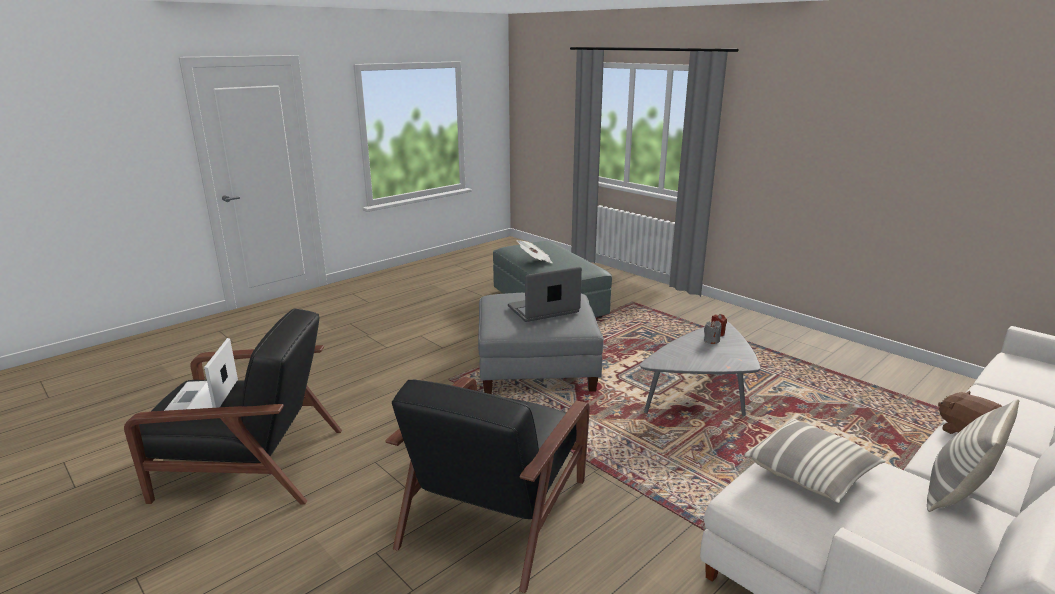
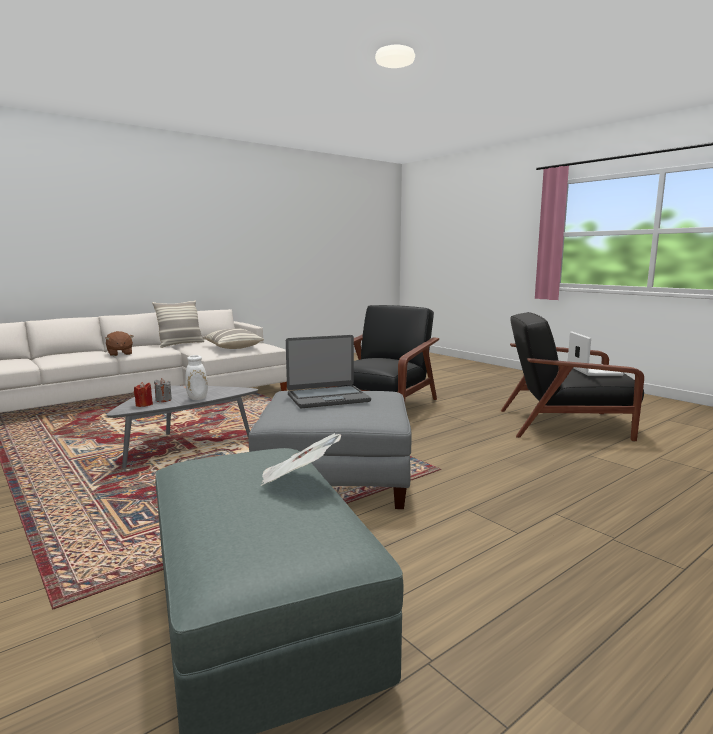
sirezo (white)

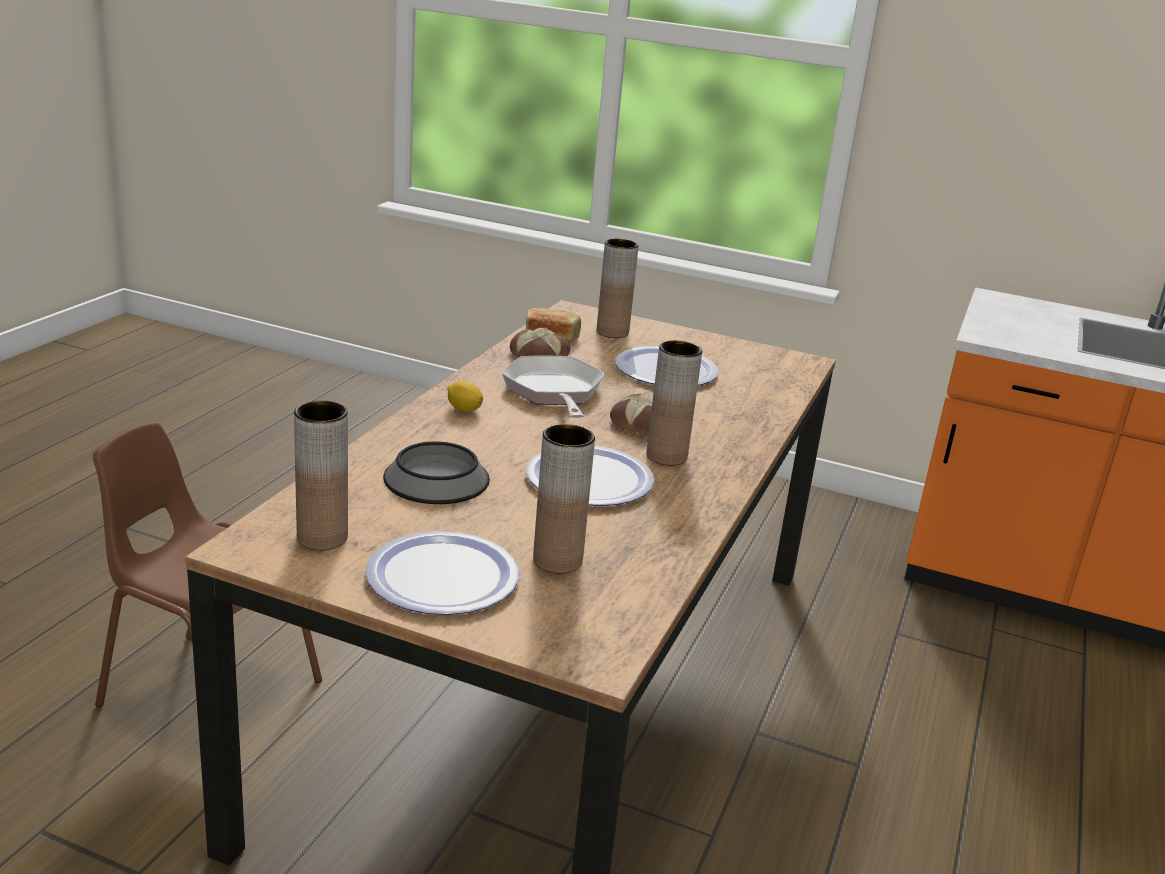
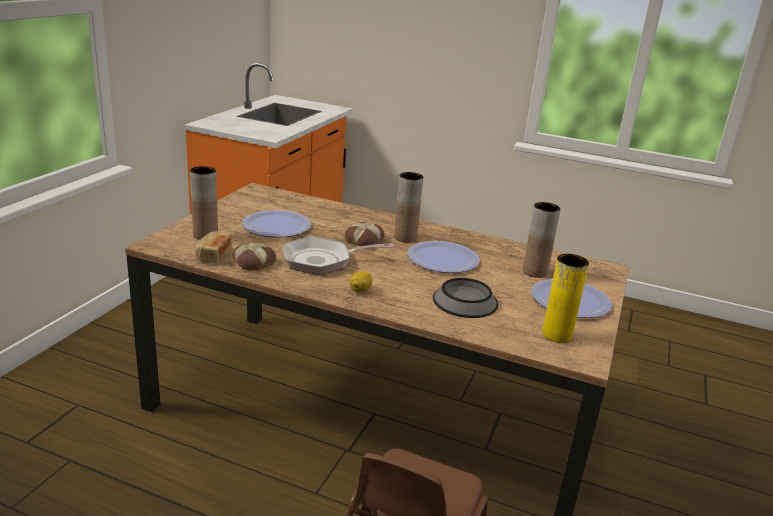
sirezo (yellow)

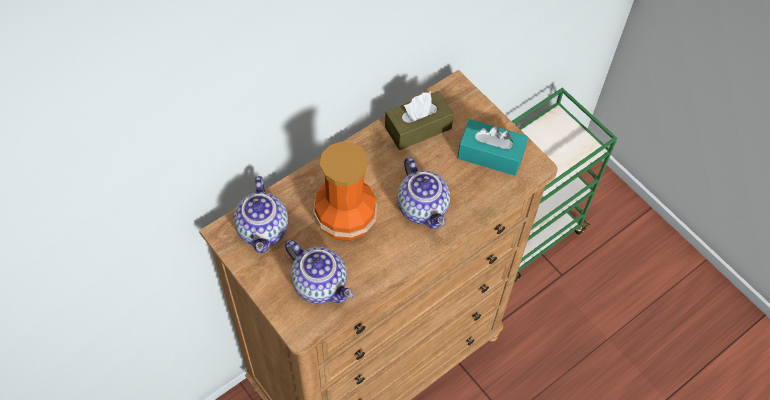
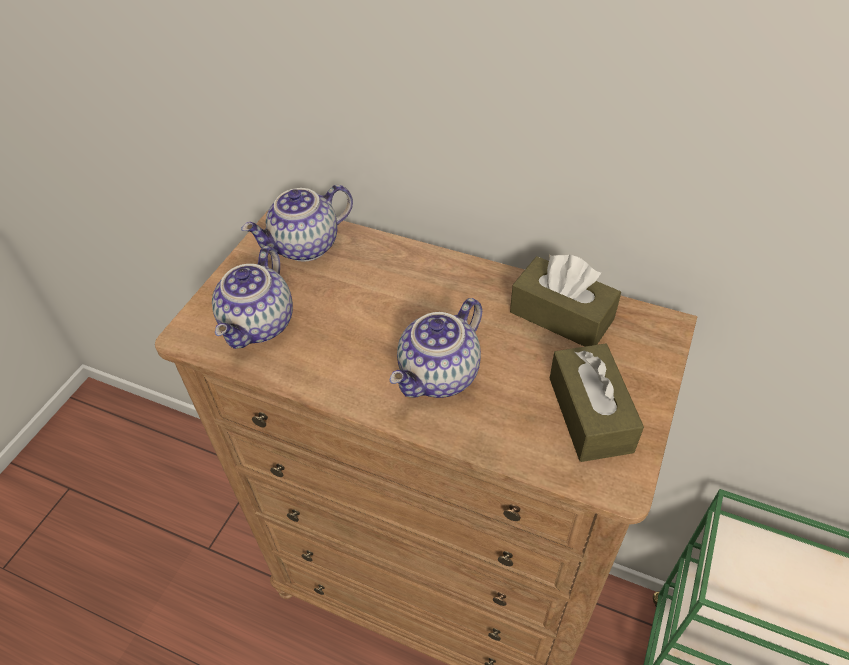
sirezo
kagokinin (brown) (2nd from left)

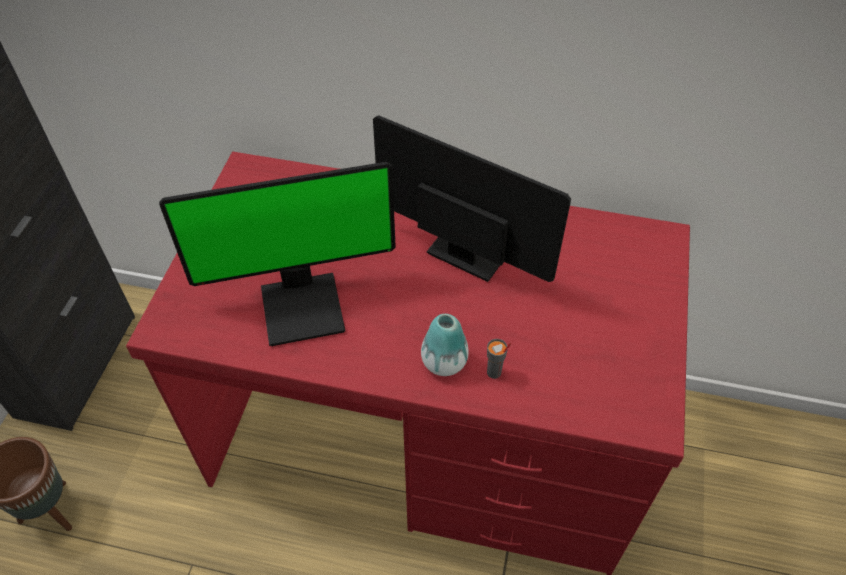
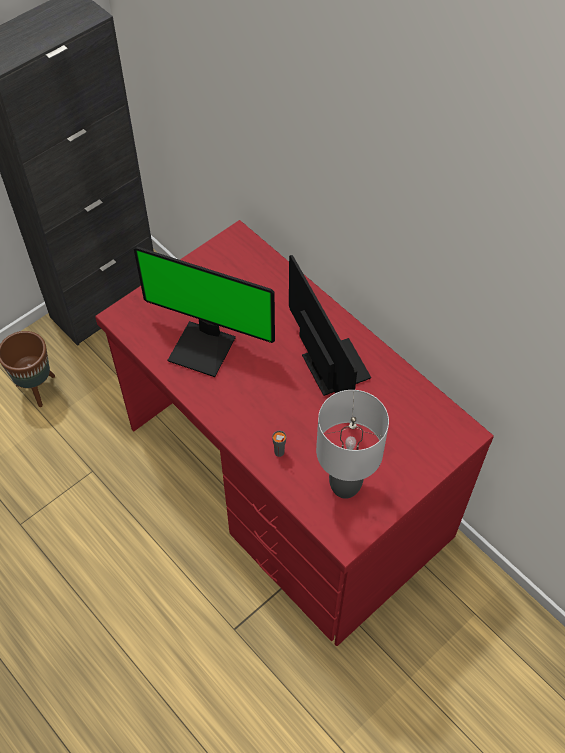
sirezo
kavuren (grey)

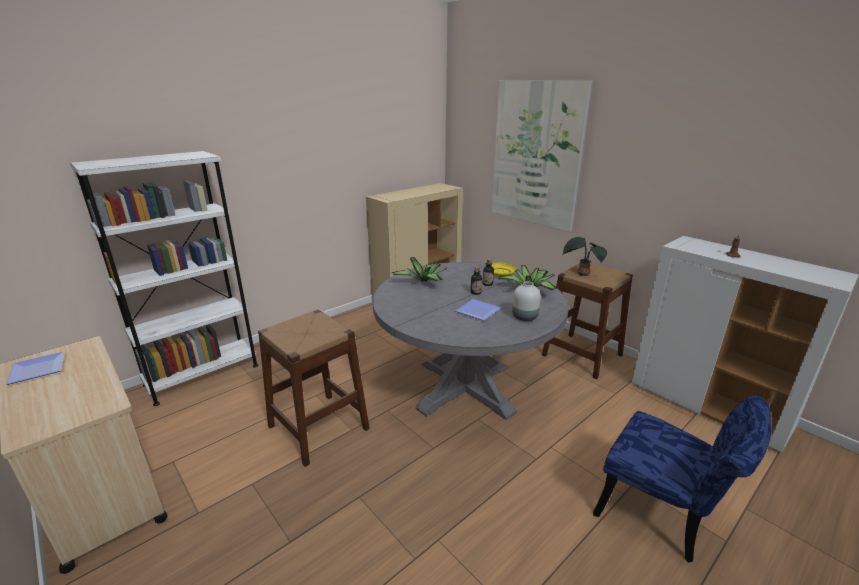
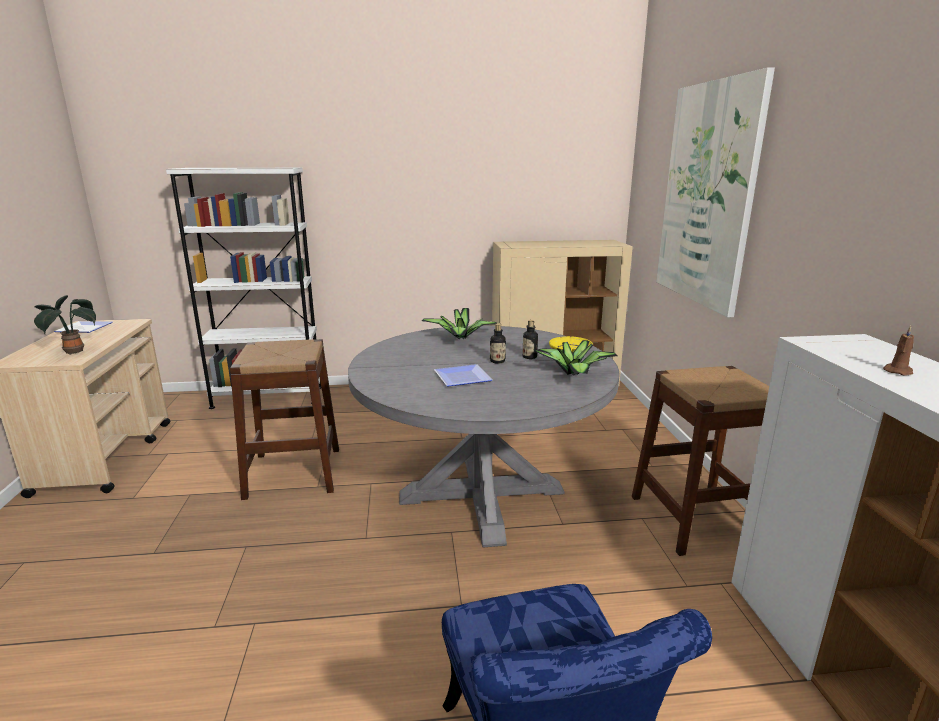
sirezo (white)
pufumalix (1st from left)

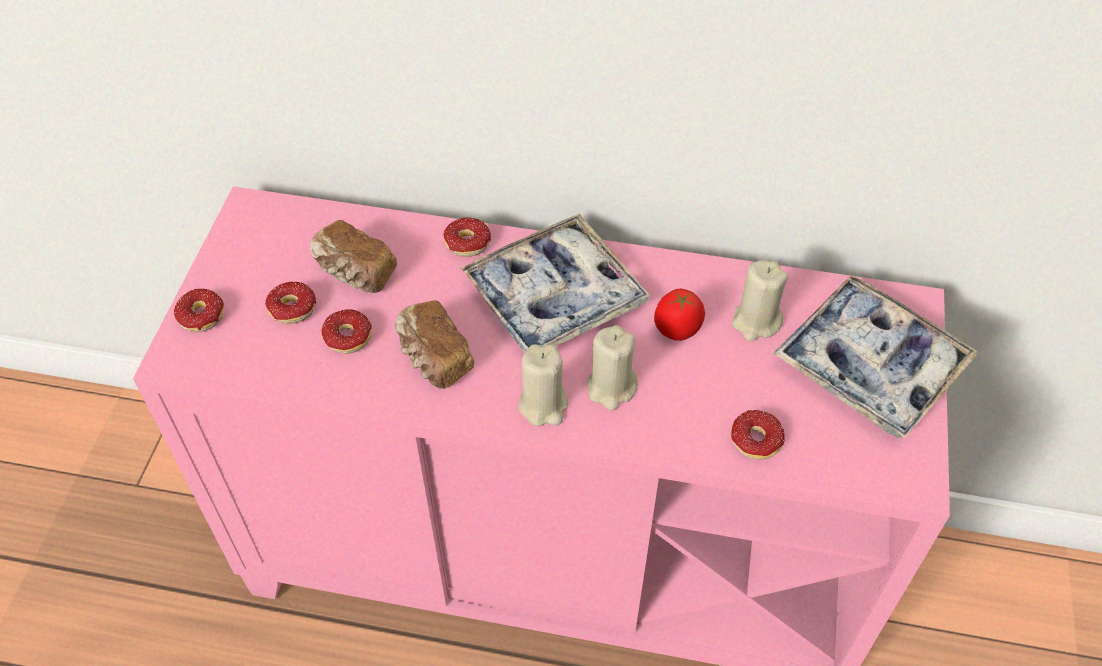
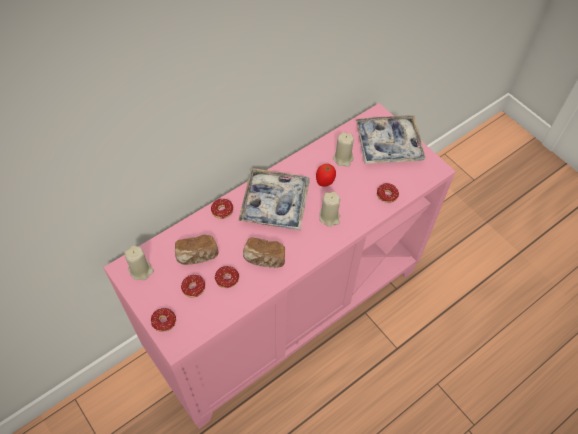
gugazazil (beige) (1st from left)

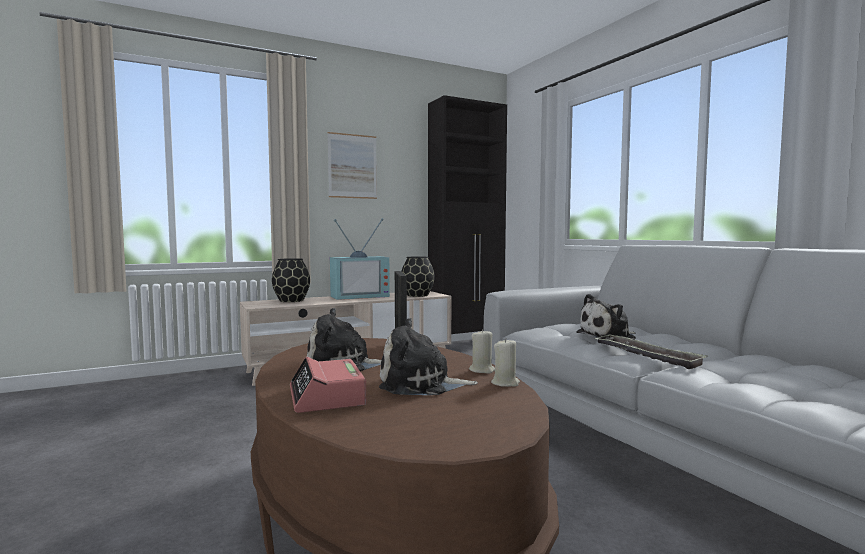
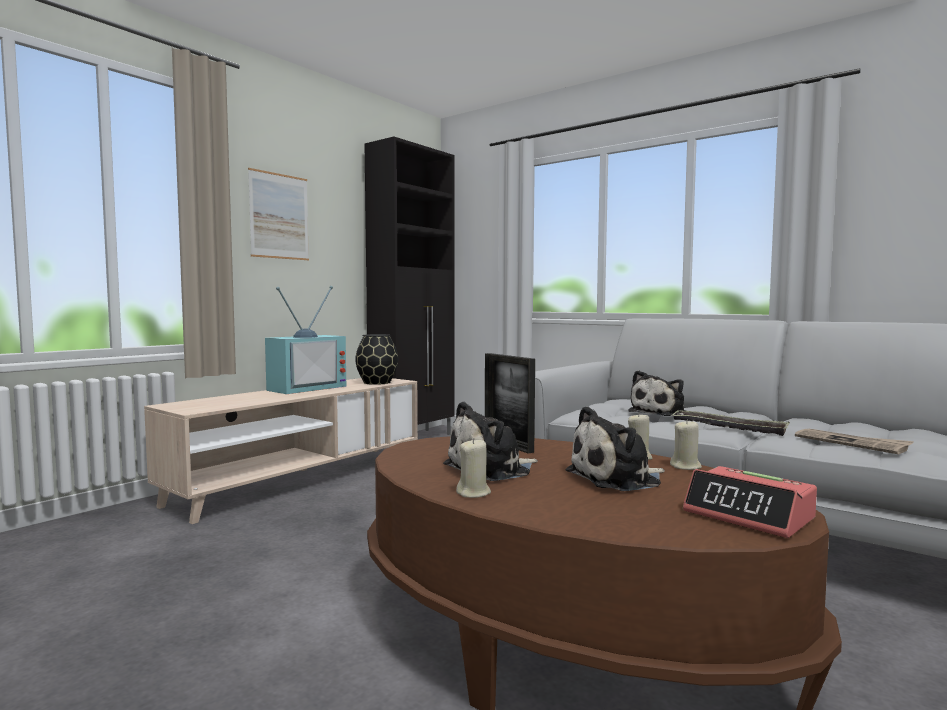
sirezo (black) (1st from left in the first image)
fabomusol
gugazazil (beige) (1st from left)
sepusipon

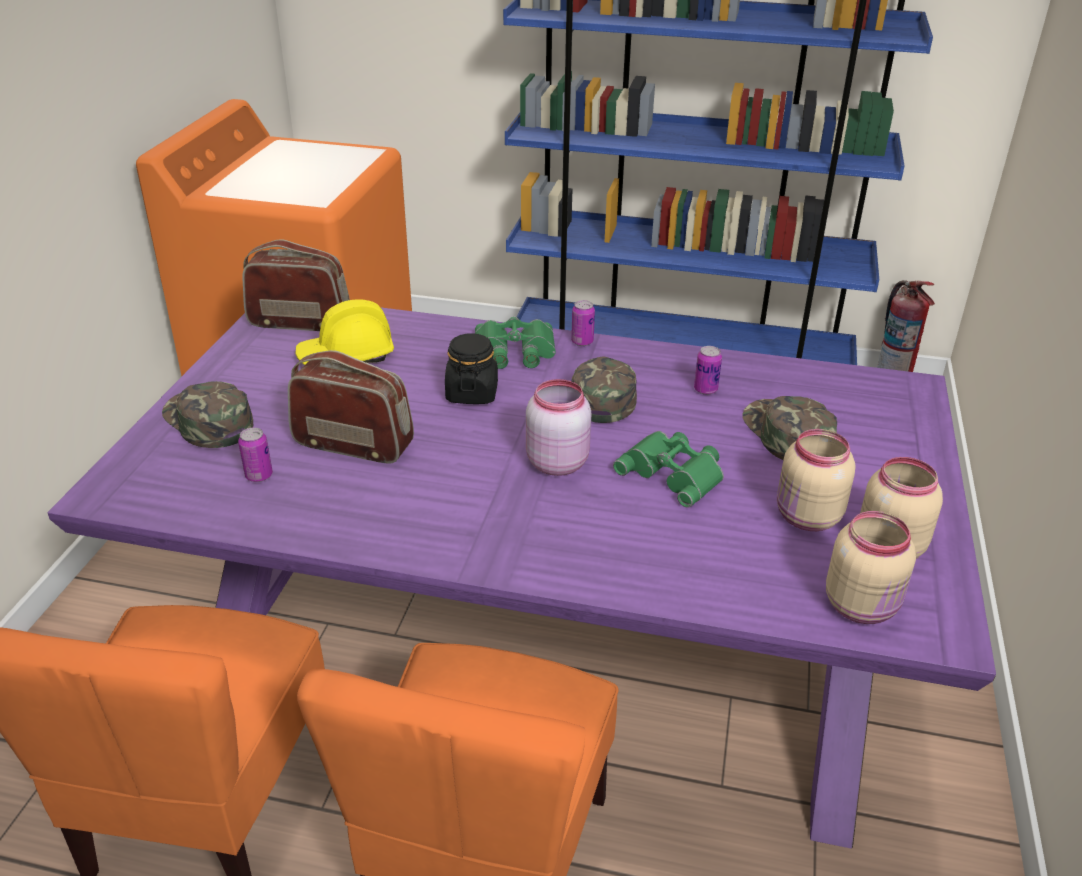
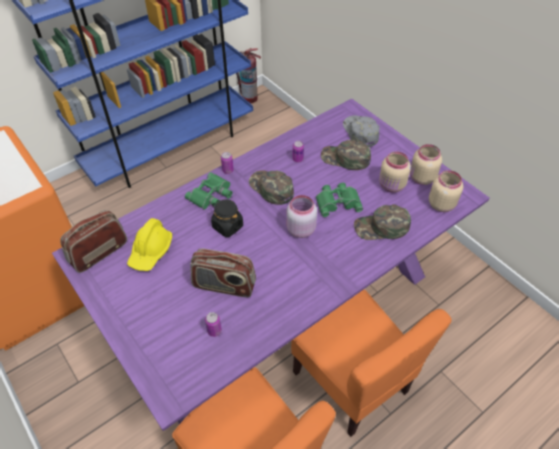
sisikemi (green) (3rd from left)
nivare (2nd from left)
sisikemi (grey)

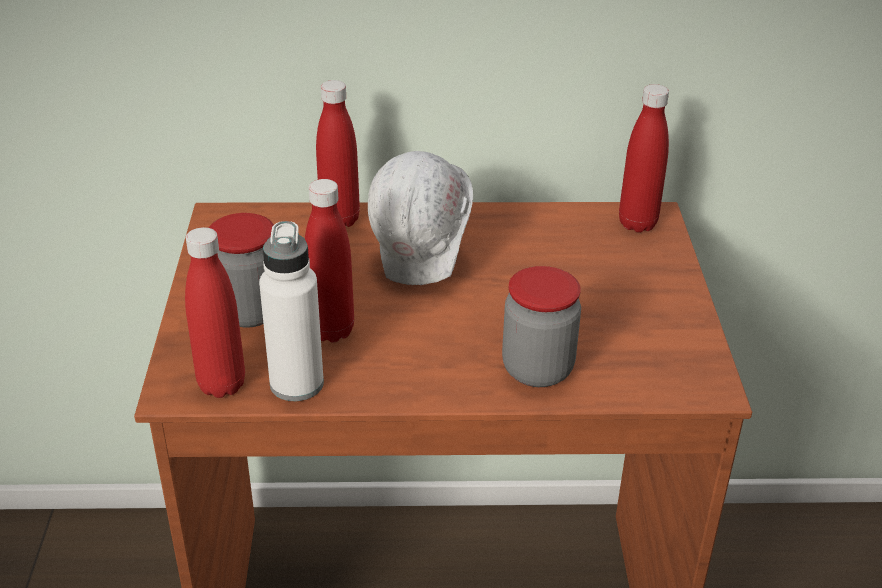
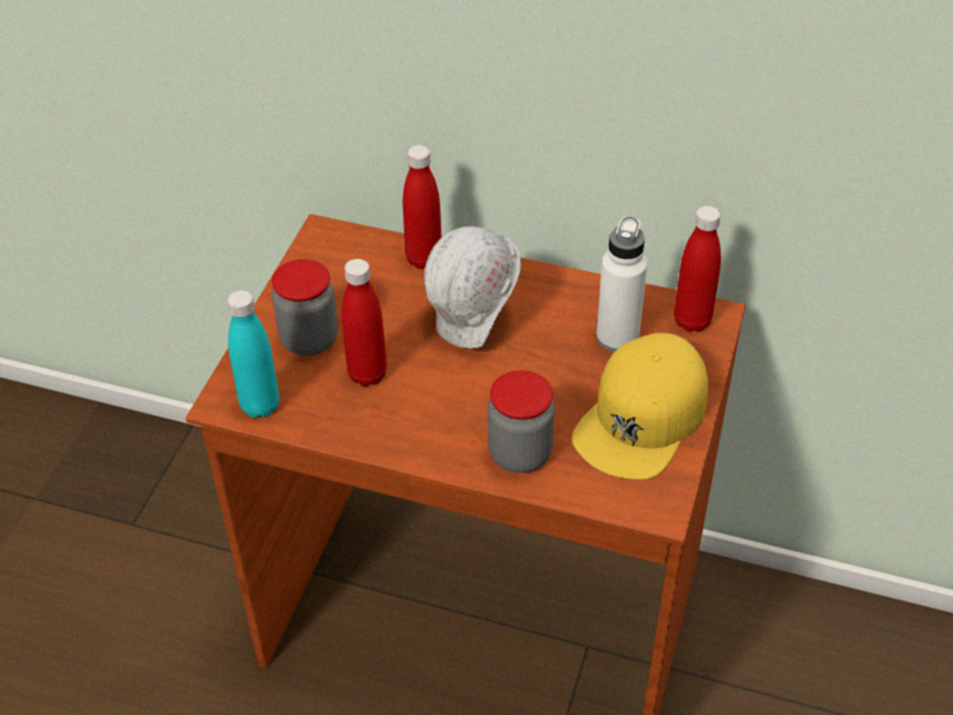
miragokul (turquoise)
miragokul (white)
sisikemi (yellow)

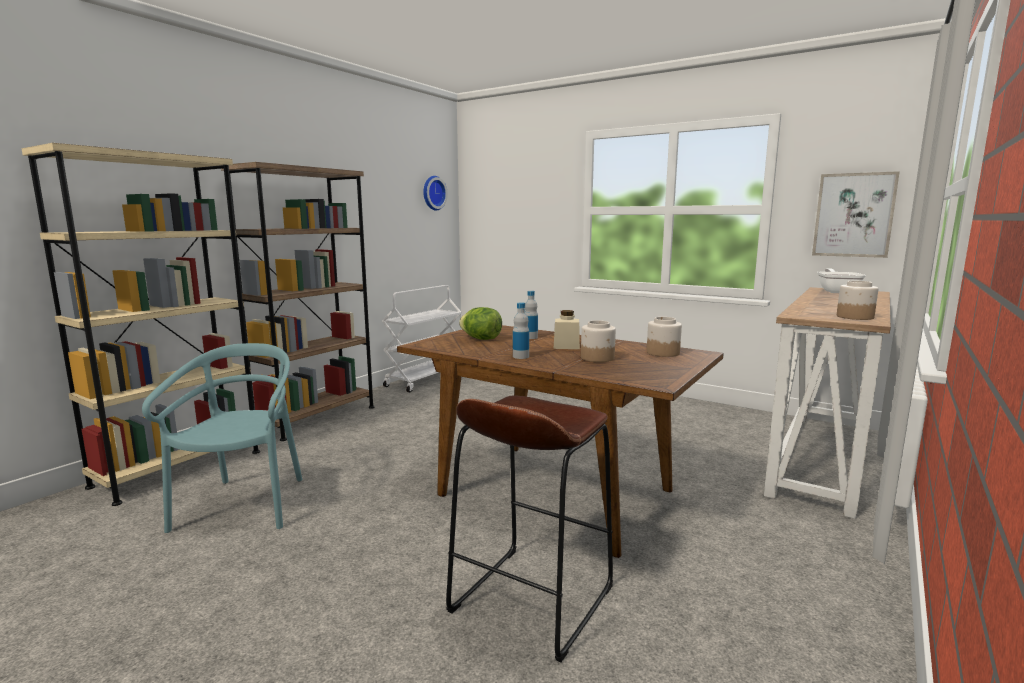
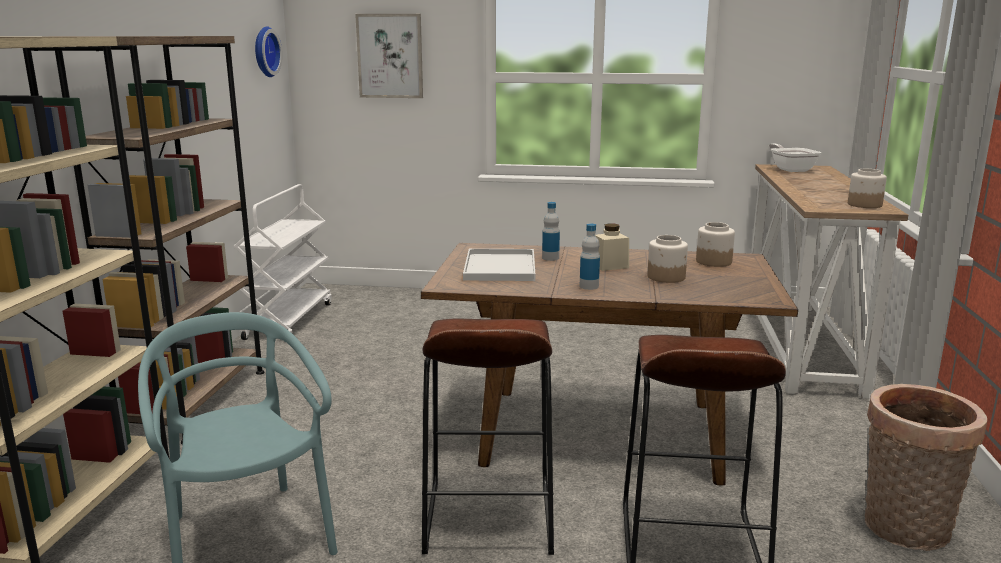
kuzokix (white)
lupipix
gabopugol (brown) (1st from left)
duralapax

